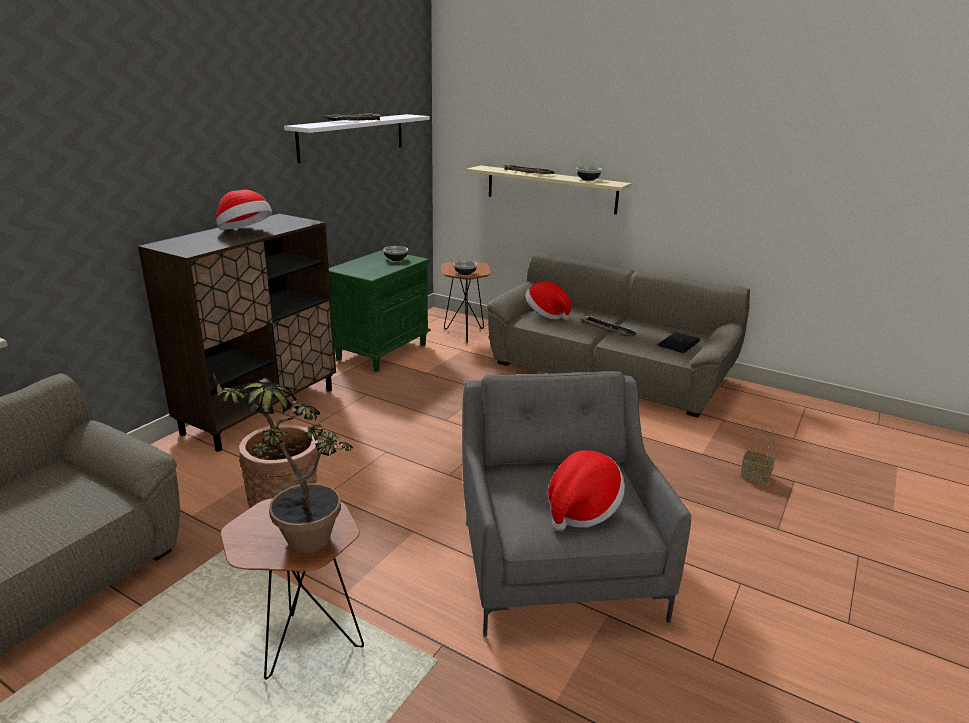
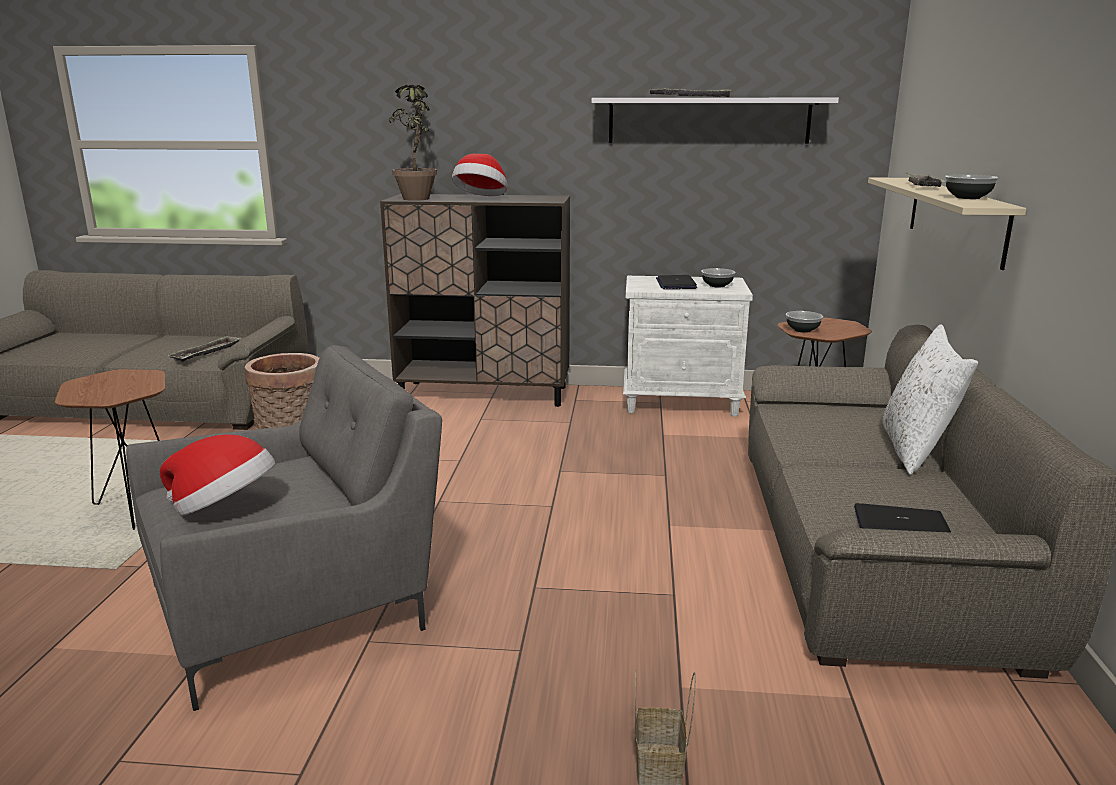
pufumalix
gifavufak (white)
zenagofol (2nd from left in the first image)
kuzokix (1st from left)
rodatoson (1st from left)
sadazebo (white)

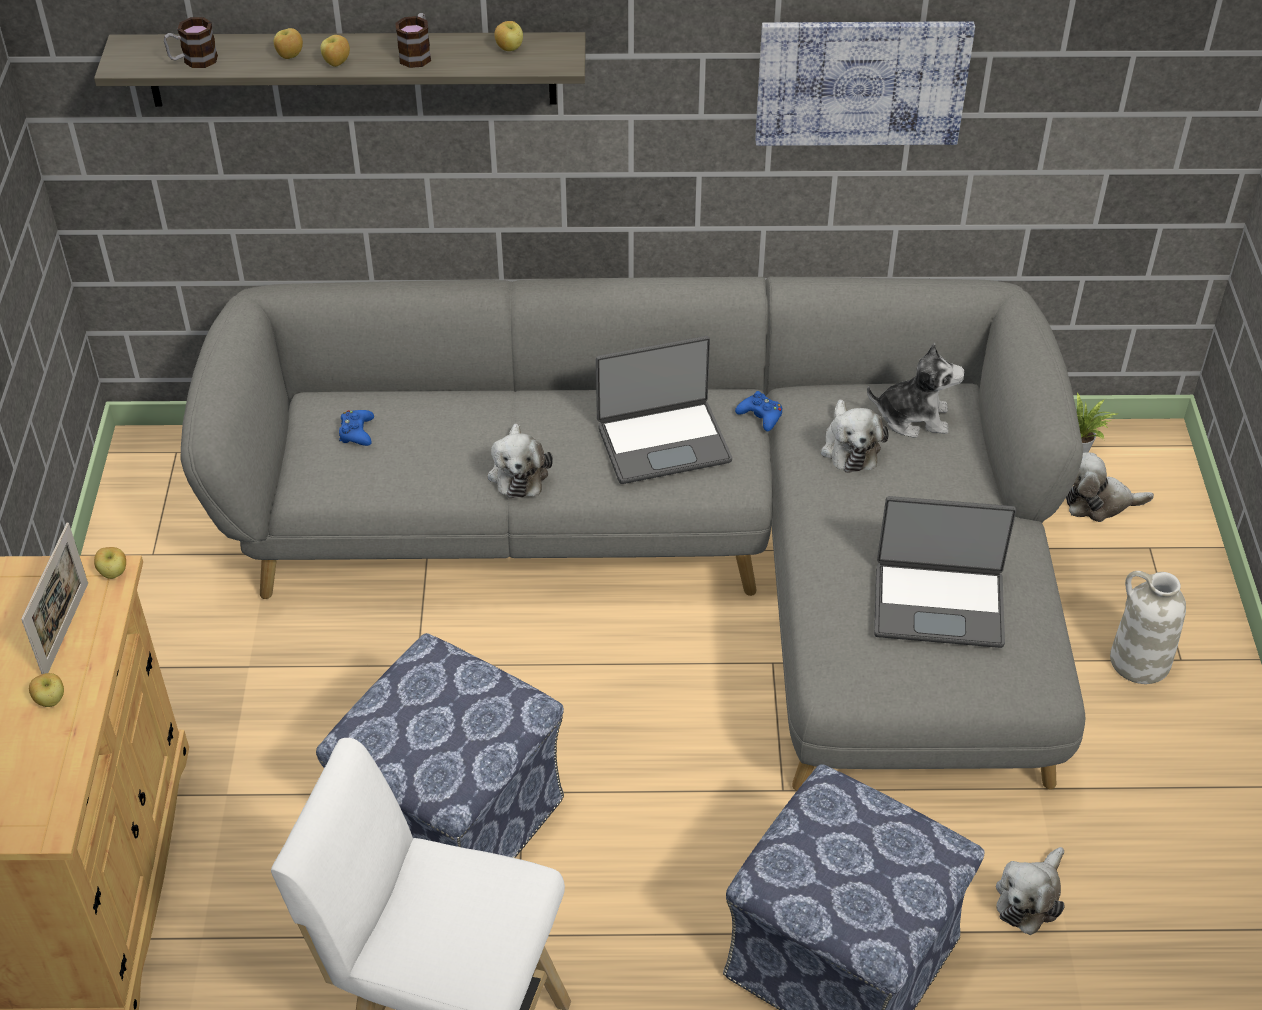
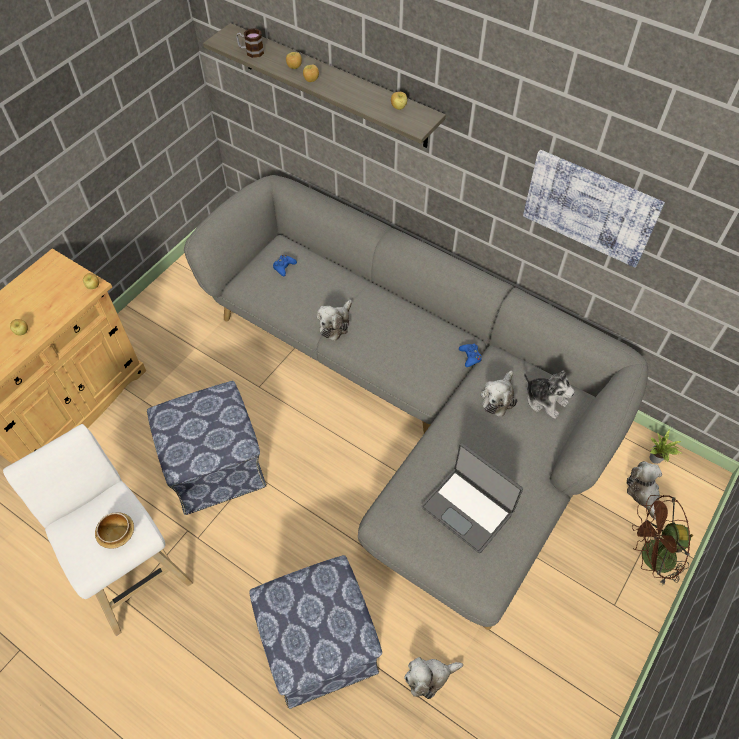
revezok
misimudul (2nd from left in the first image)
rodatoson (1st from left in the first image)
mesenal (5th from left)
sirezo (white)
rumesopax
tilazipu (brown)

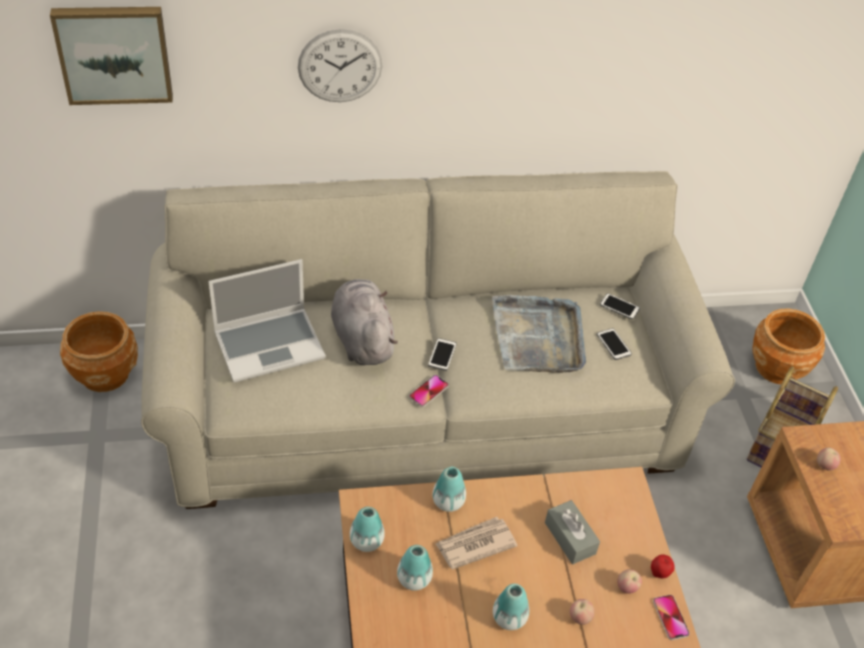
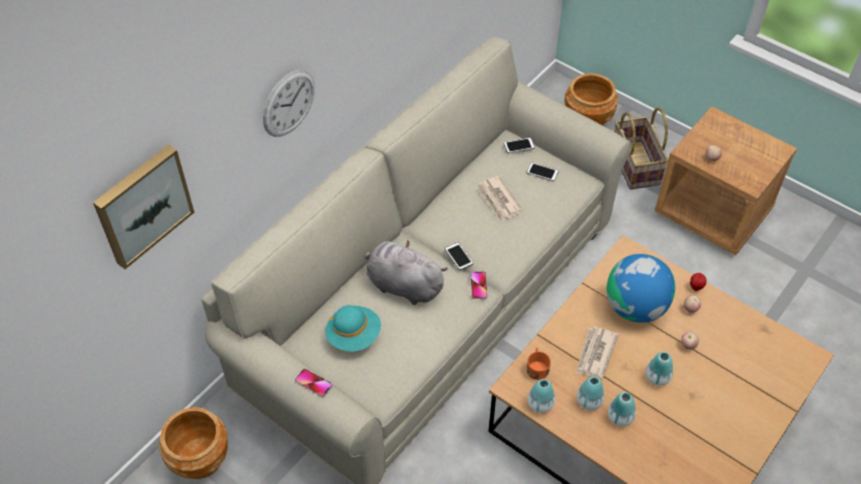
zenagofol (turquoise)
sirezo (3rd from left)
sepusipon (1st from left)
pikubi
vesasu (1st from left)
misimudul (orange)

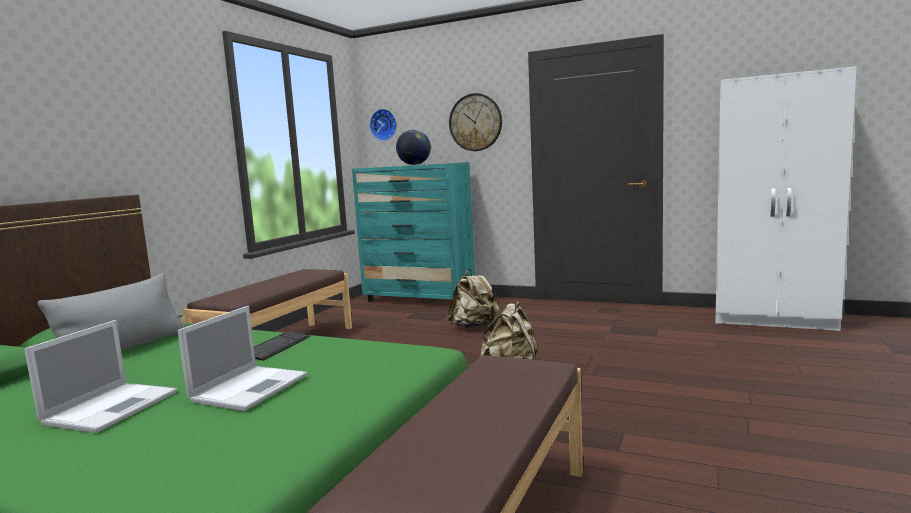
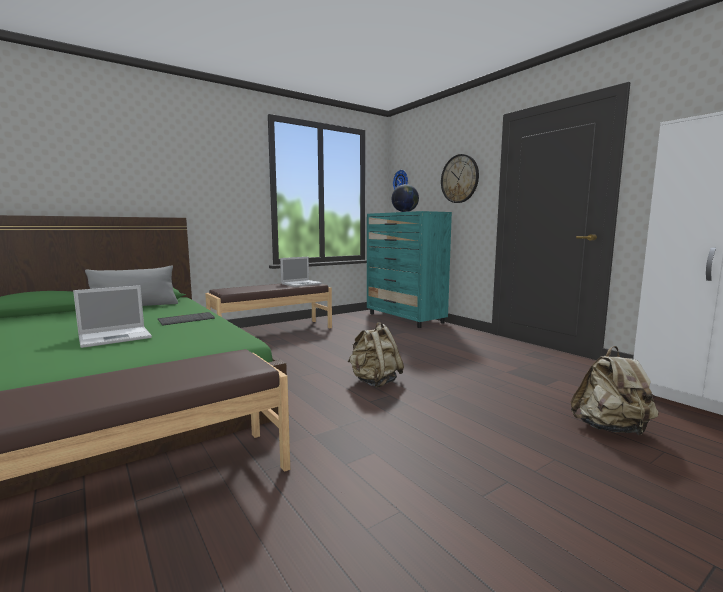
rodatoson (2nd from left)
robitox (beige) (2nd from left)

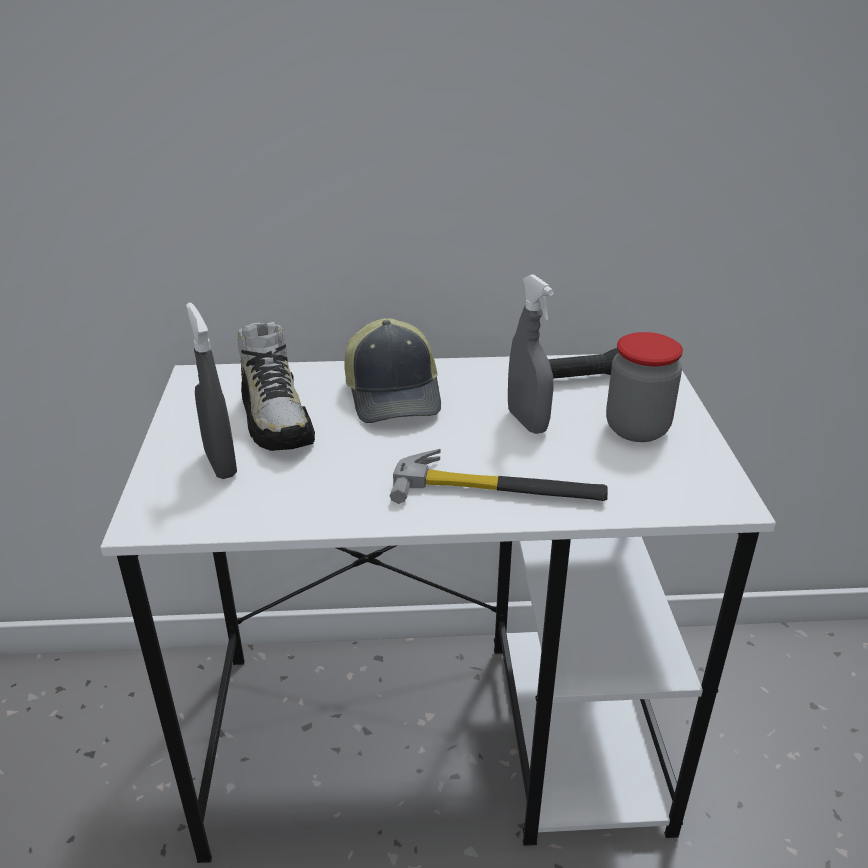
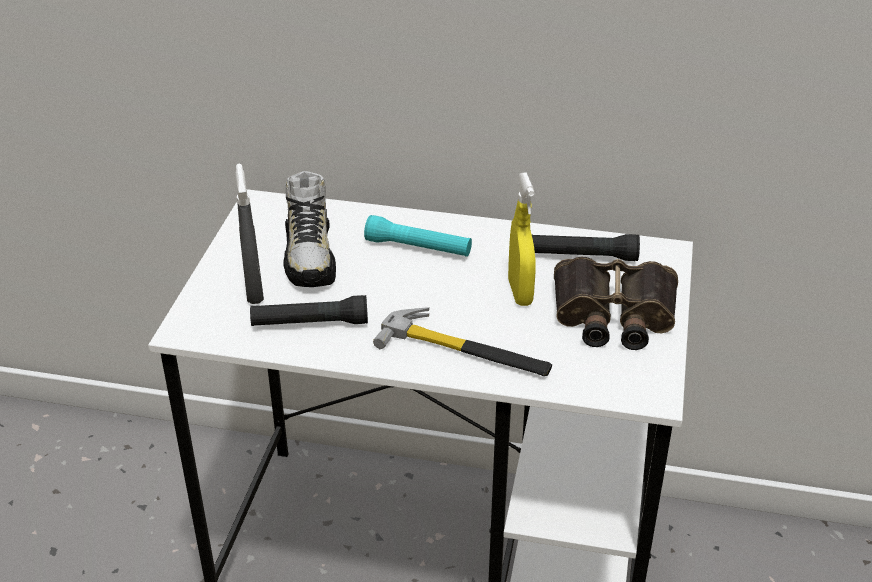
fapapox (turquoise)
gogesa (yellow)
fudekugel
fapapox (black) (1st from left)

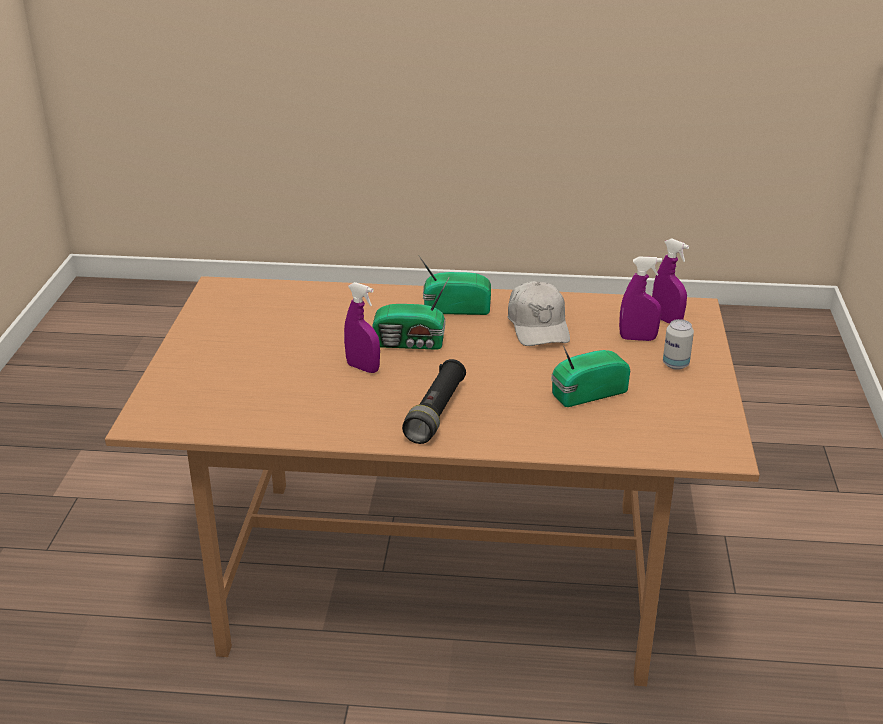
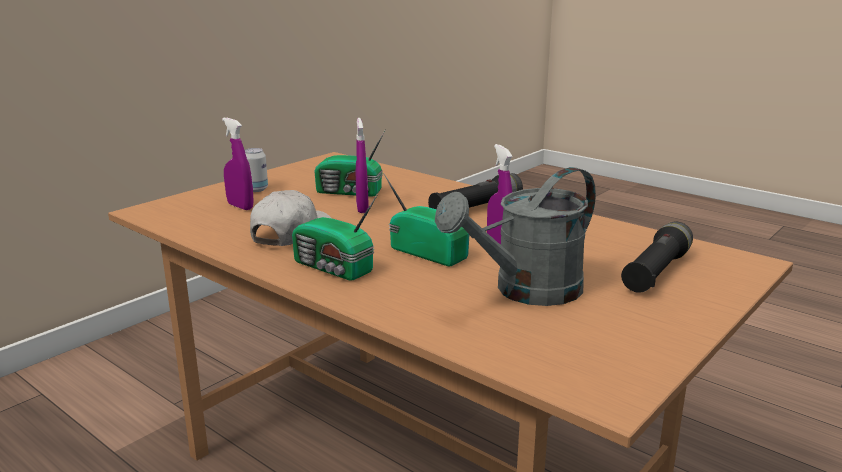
gogesa (purple) (2nd from left)
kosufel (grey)
fapapox (black) (2nd from left)

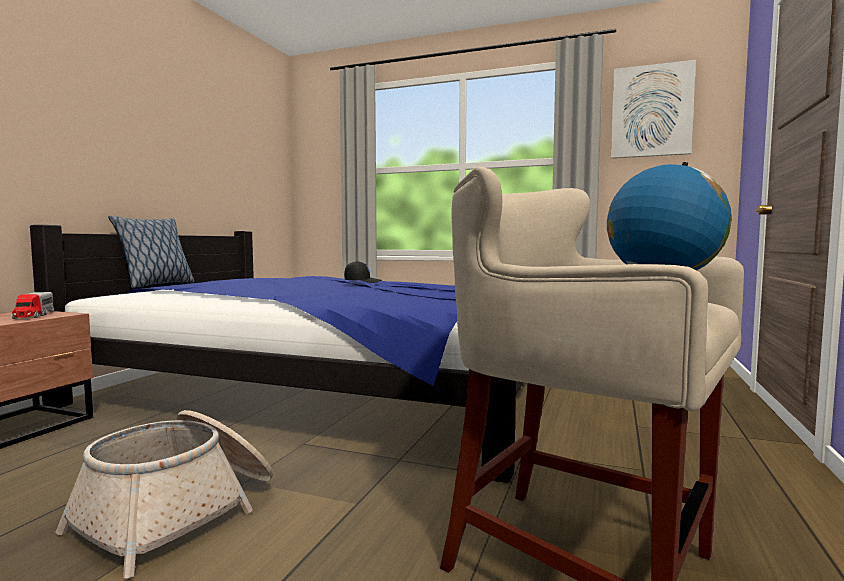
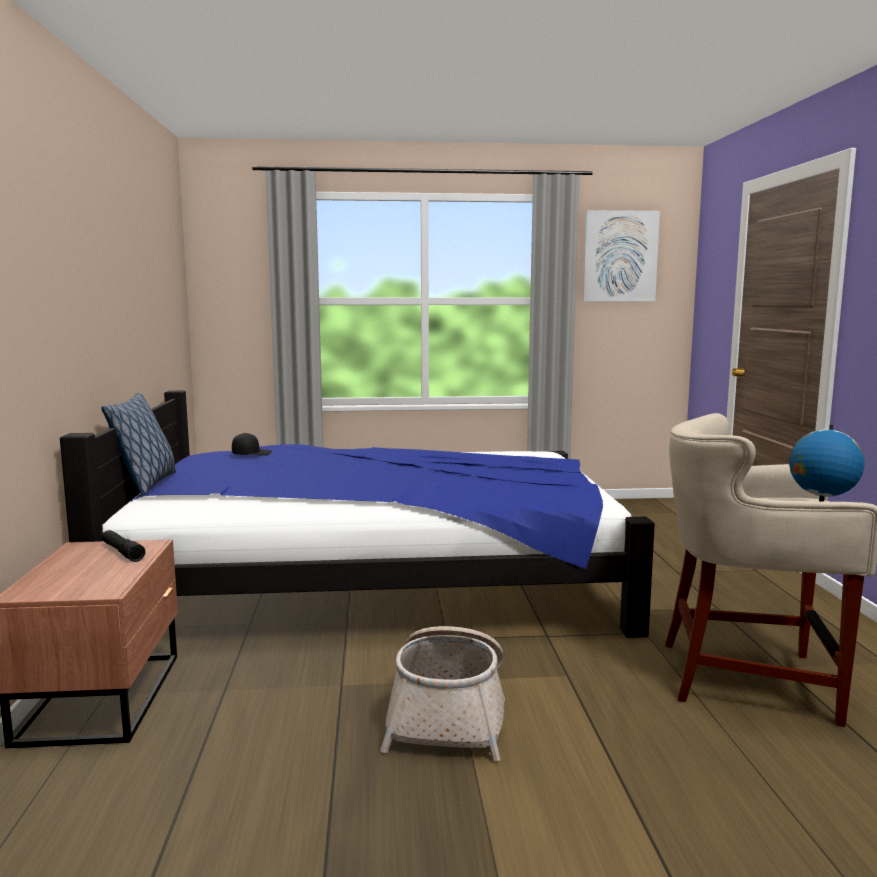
fapapox (black)
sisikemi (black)

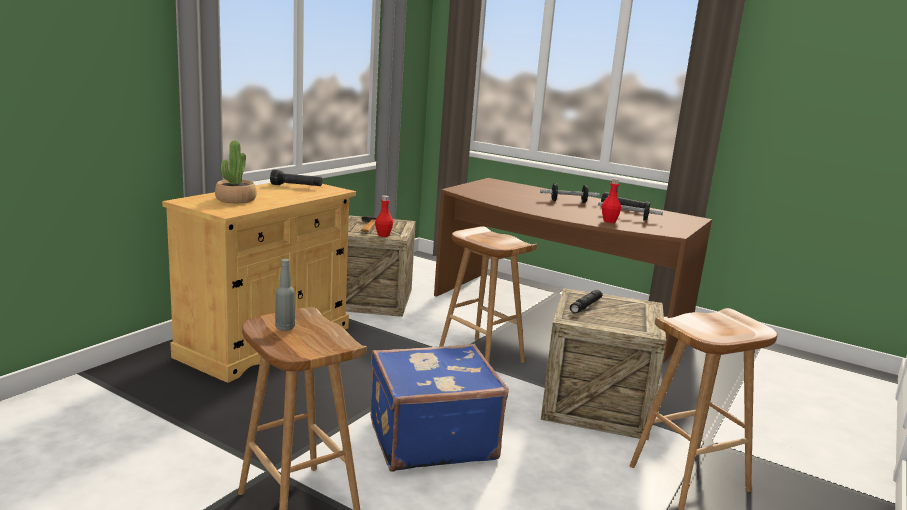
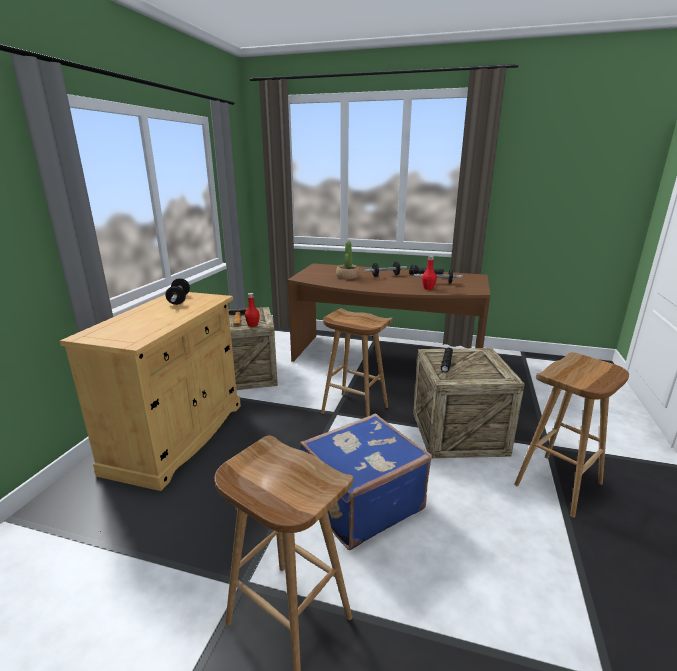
pufumalix
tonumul (1st from left)
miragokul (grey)

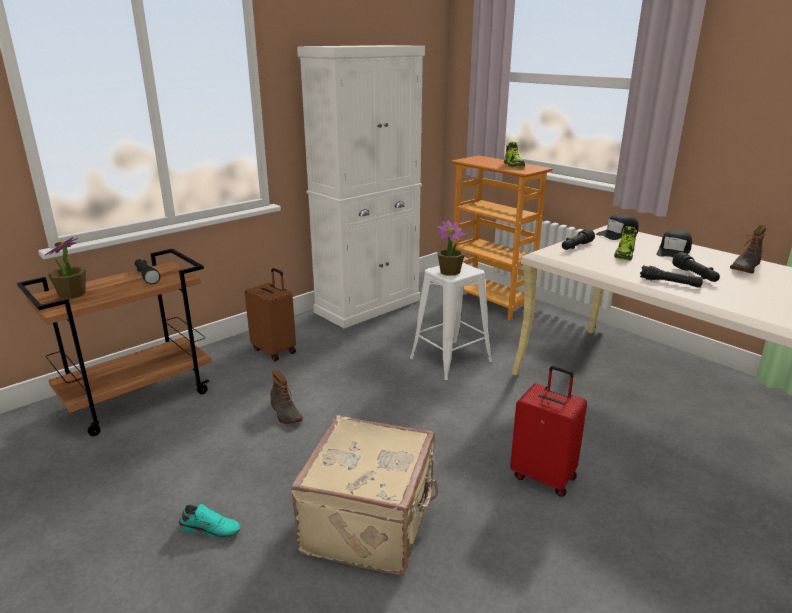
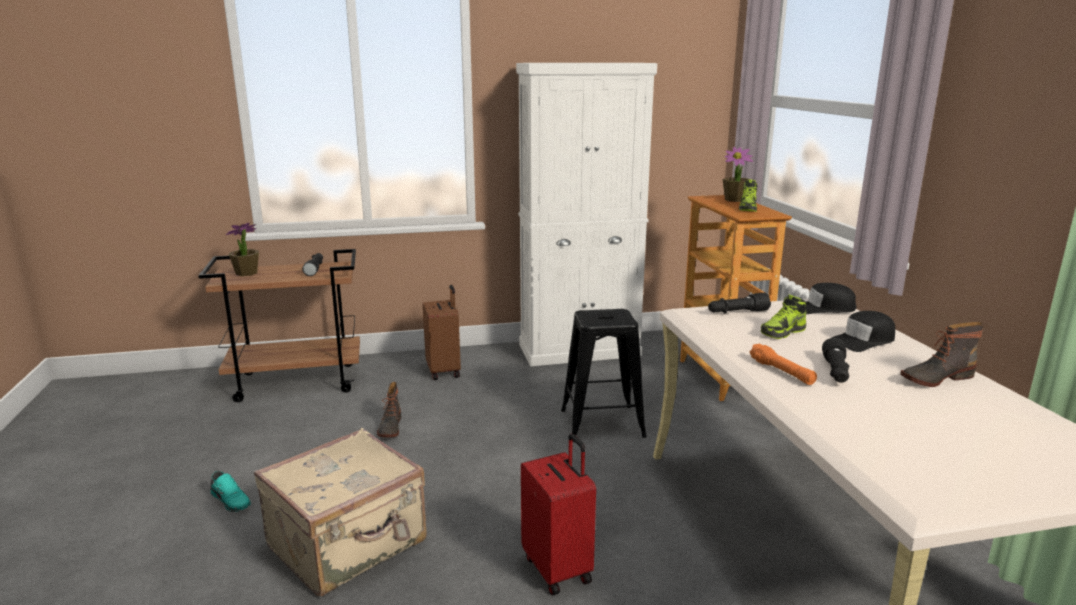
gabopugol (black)
pufumalix (2nd from left)
fapapox (orange)

